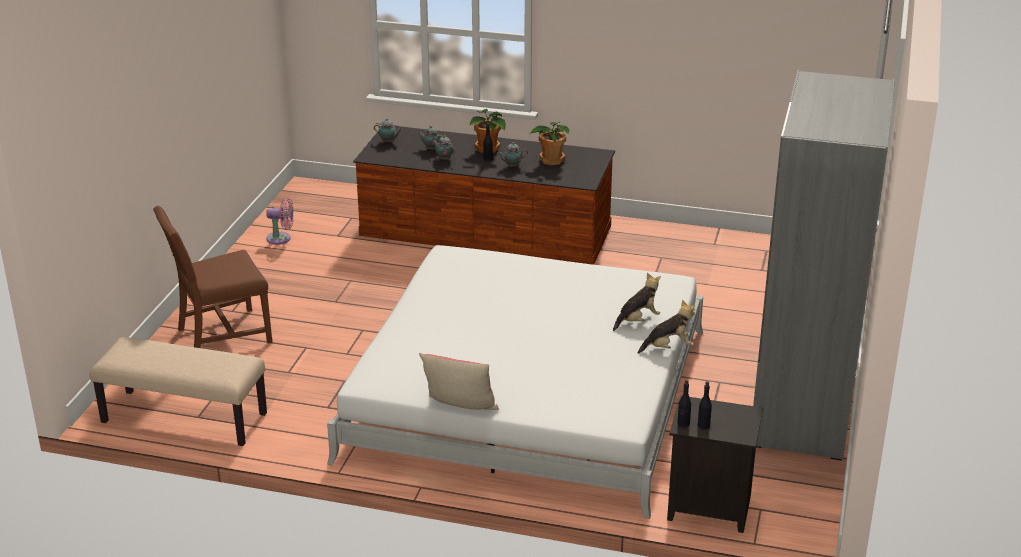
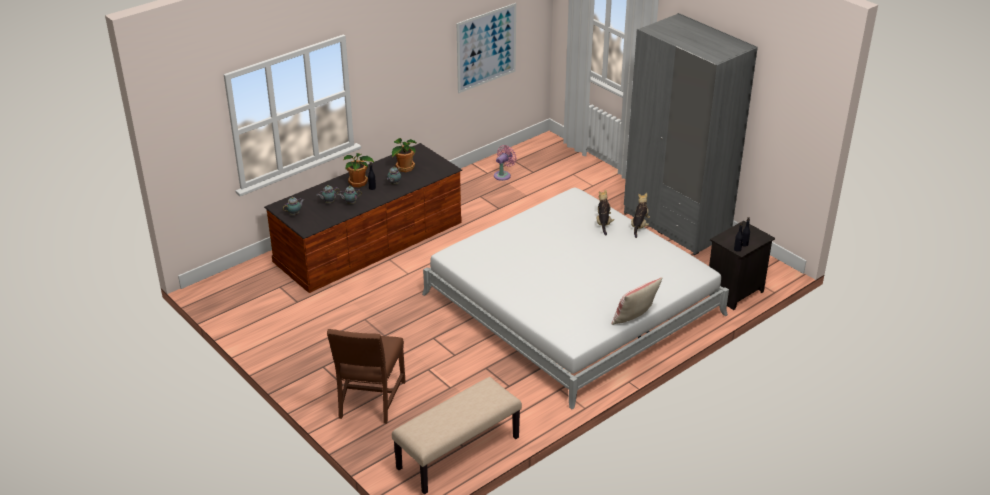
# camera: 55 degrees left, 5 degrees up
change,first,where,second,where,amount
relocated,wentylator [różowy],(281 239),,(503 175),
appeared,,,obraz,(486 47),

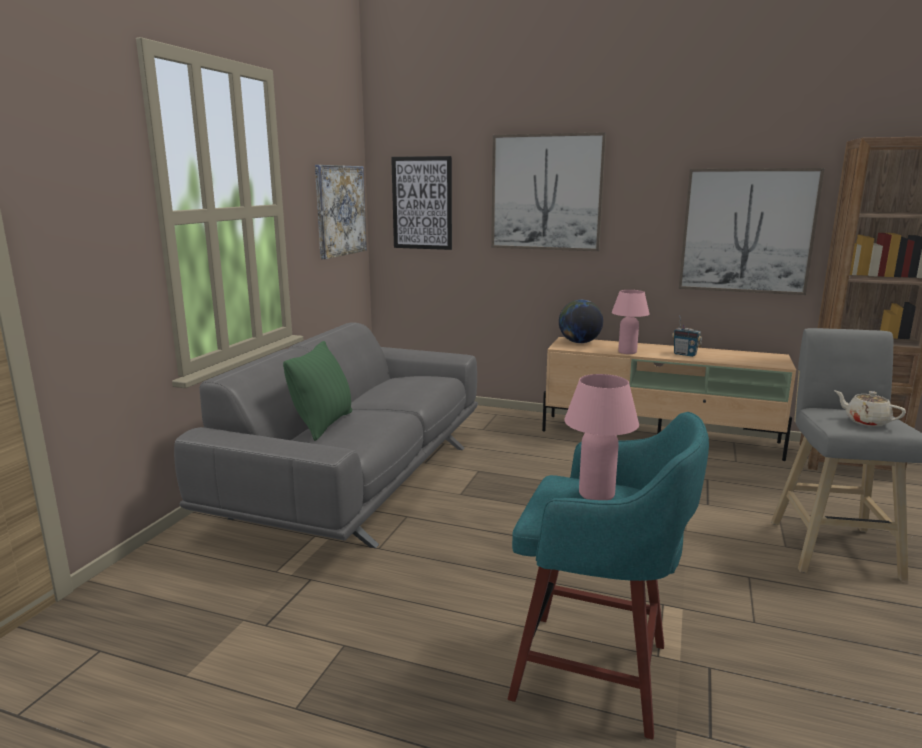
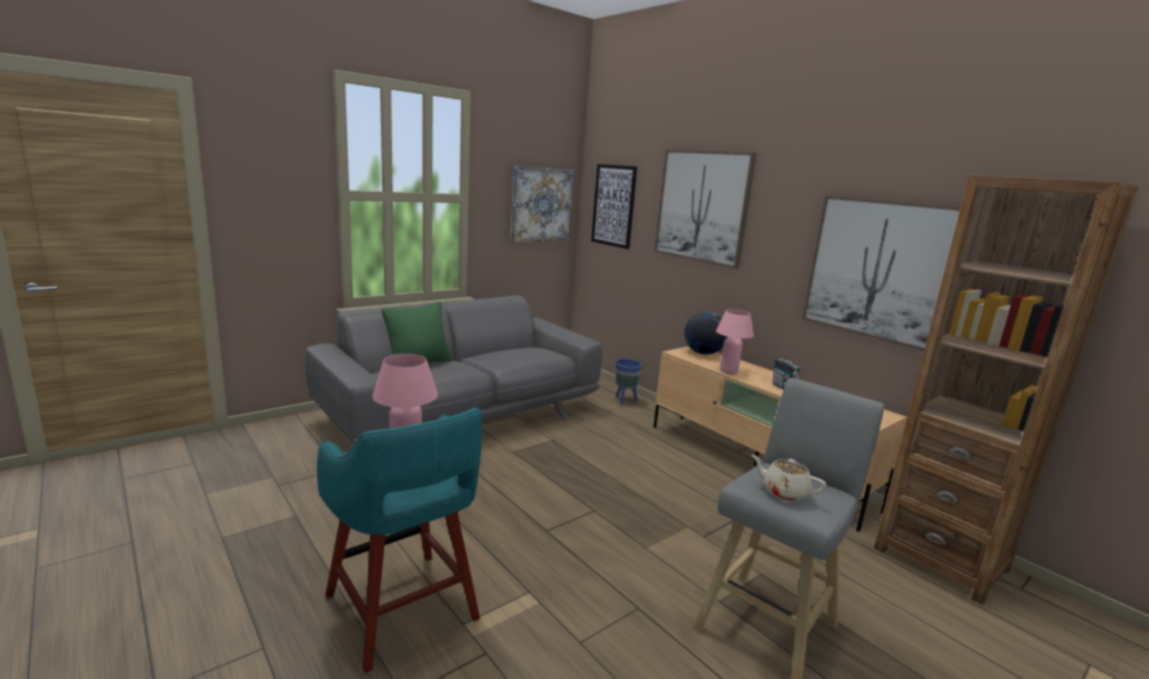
# camera: 30 degrees right, 0 degrees up
change,first,where,second,where,amount
spun,imbryk [beżowy],(866 421),,(784 492),45 degrees counterclockwise
appeared,,,donica [niebieski],(624 401),

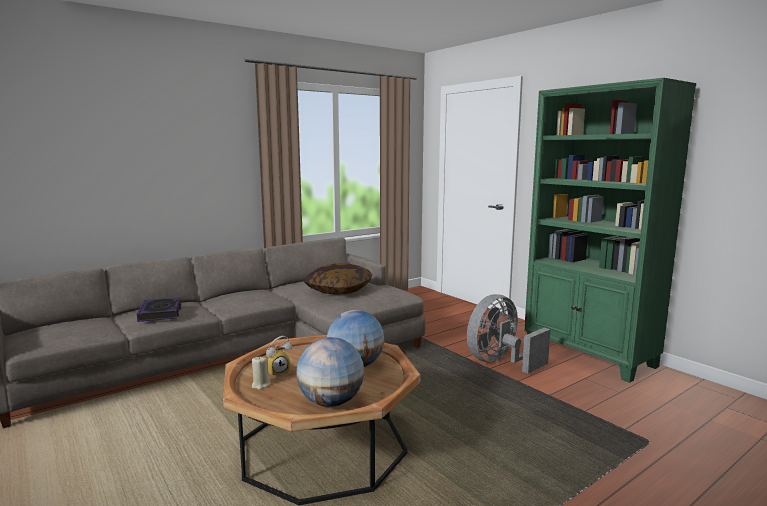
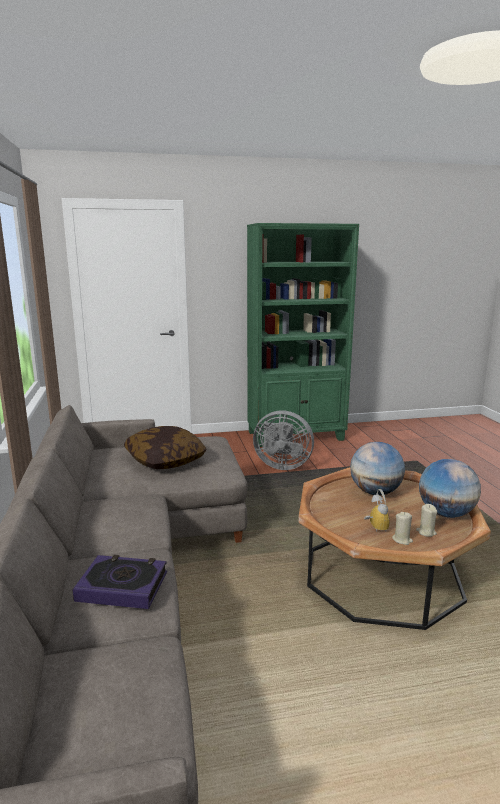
# camera: 65 degrees left, 5 degrees up
change,first,where,second,where,amount
spun,wentylator [szary],(500 362),,(281 465),60 degrees counterclockwise
appeared,,,świeca [beżowy],(426 532),

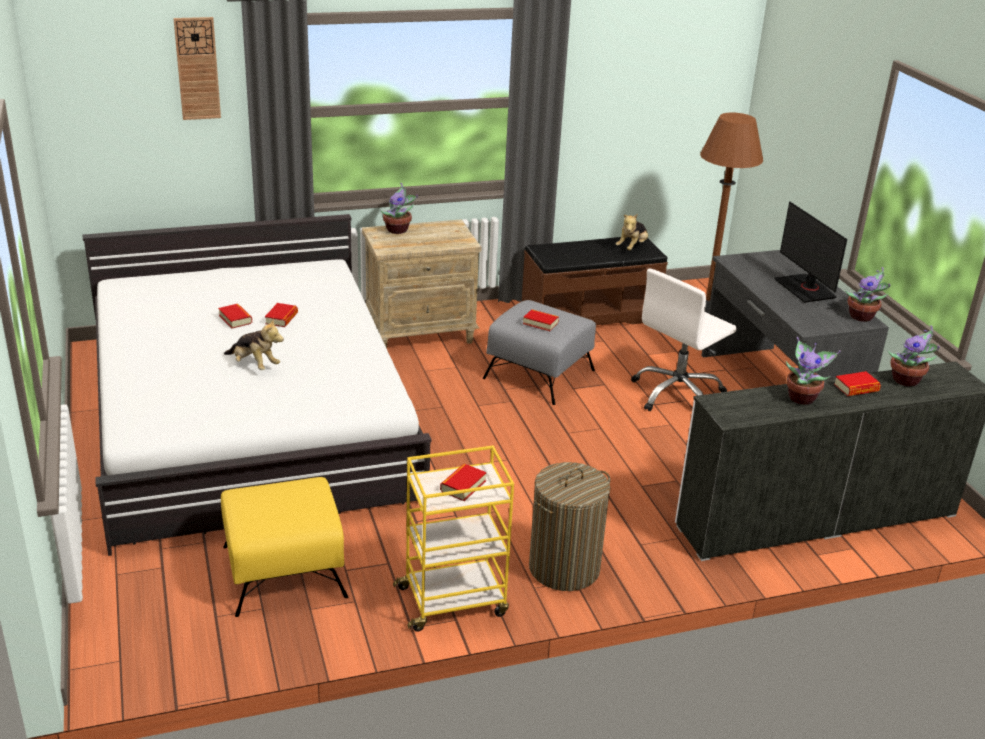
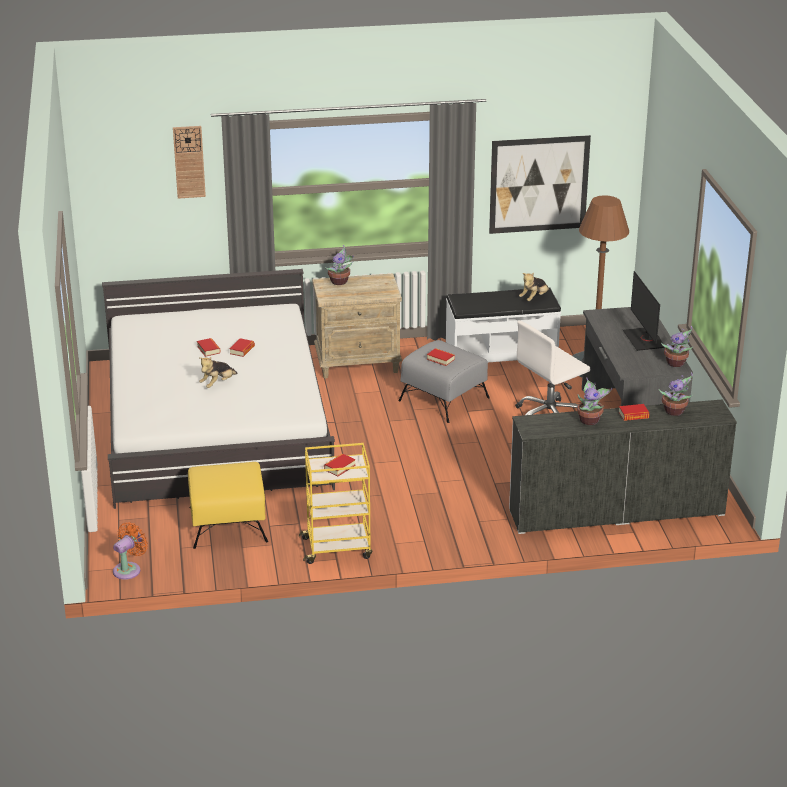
# camera: 10 degrees right, 0 degrees up
change,first,where,second,where,amount
spun,pluszak,(254 365),,(218 384),90 degrees clockwise
colour,ławka [brązowy],(589 314),ławka [biały],(501 352),
missing,kosz na pranie,(564 568),,,
appeared,,,wentylator [pomarańczowy],(129 569),
appeared,,,obraz,(539 184),

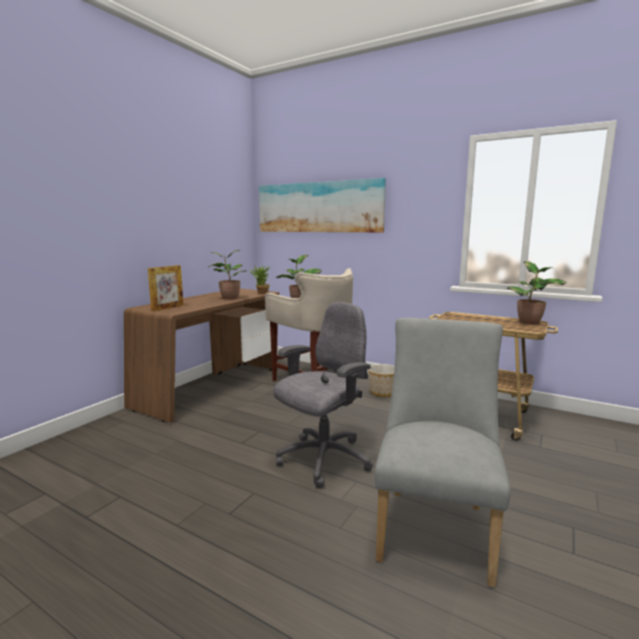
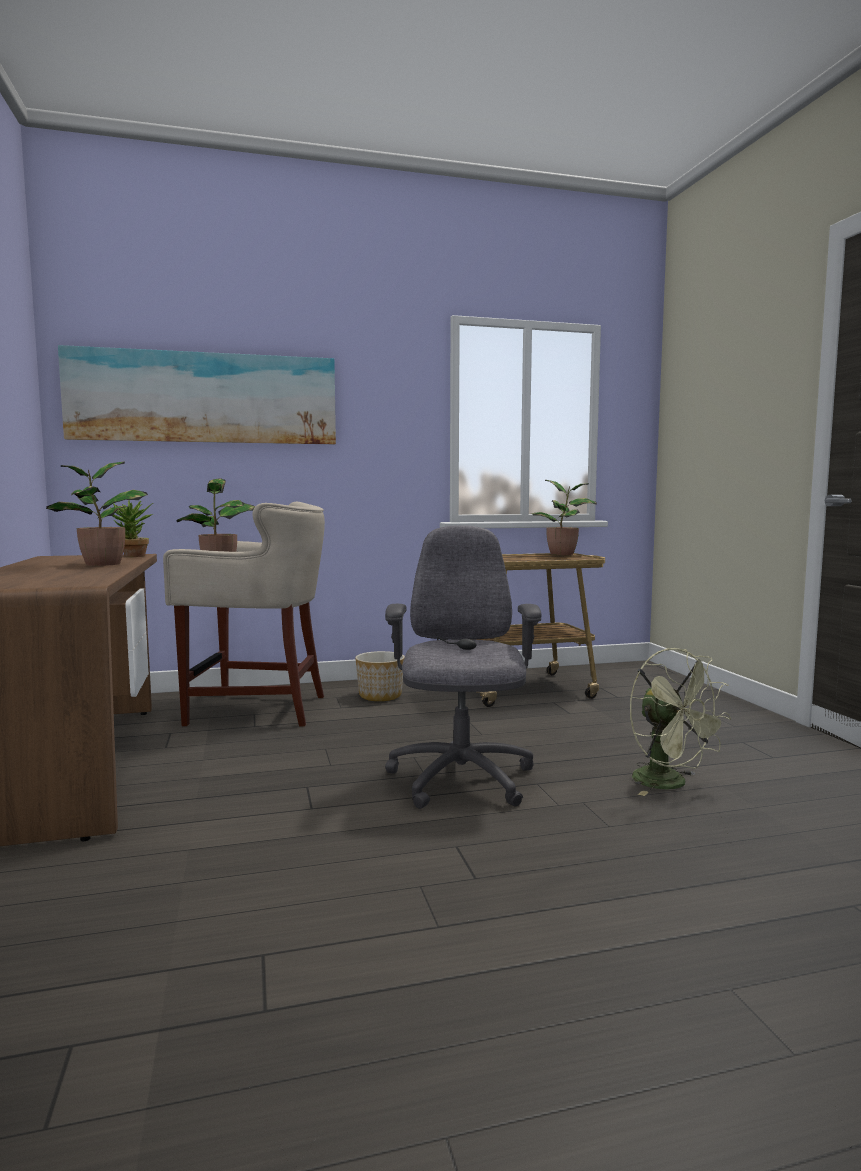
# camera: 45 degrees left, 5 degrees down
change,first,where,second,where,amount
missing,ramka na zdjęcie,(168 308),,,
exchanged,krzesło [szary],(435 525),wentylator [zielony],(670 784),

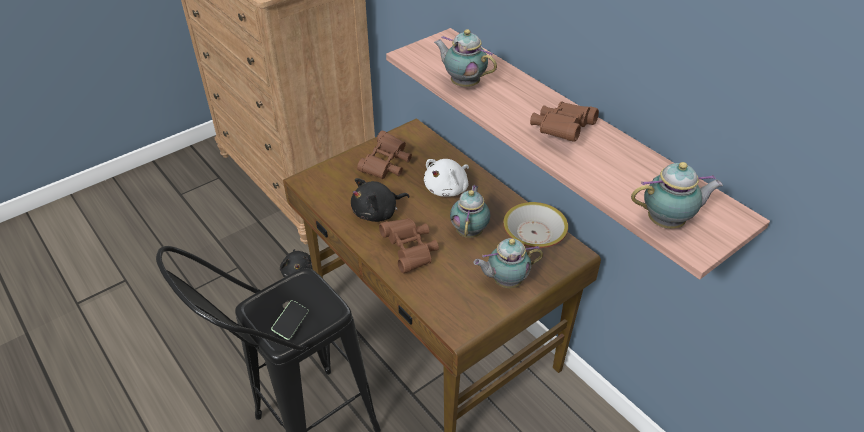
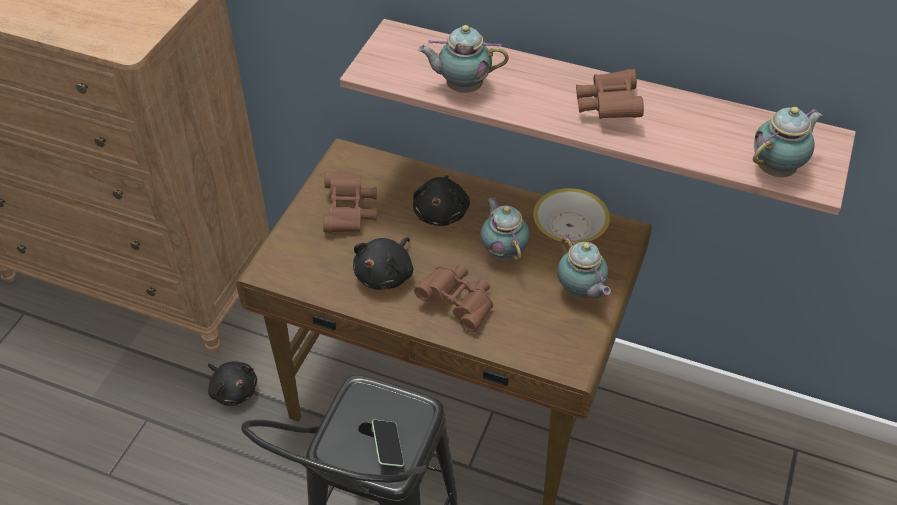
# camera: 30 degrees left, 5 degrees up
change,first,where,second,where,amount
colour,pluszak [biały],(447 188),pluszak [czarny],(441 212),
spun,imbryk,(505 281),,(580 293),75 degrees counterclockwise

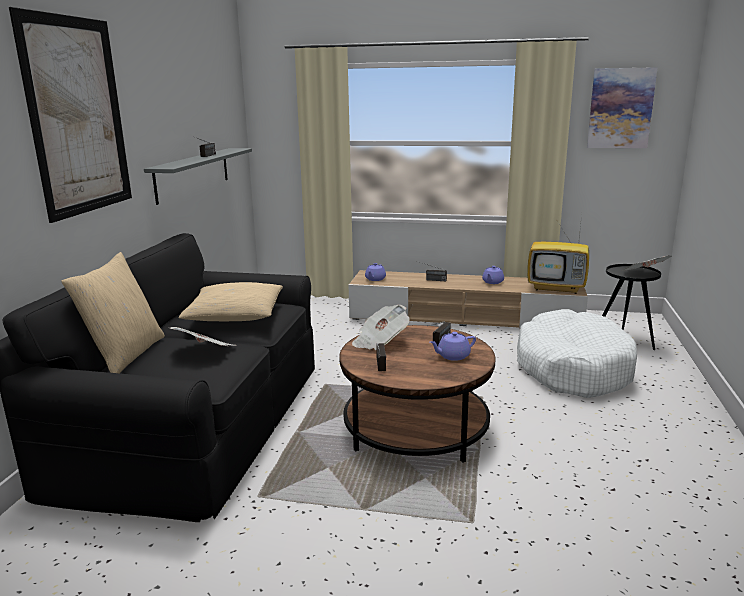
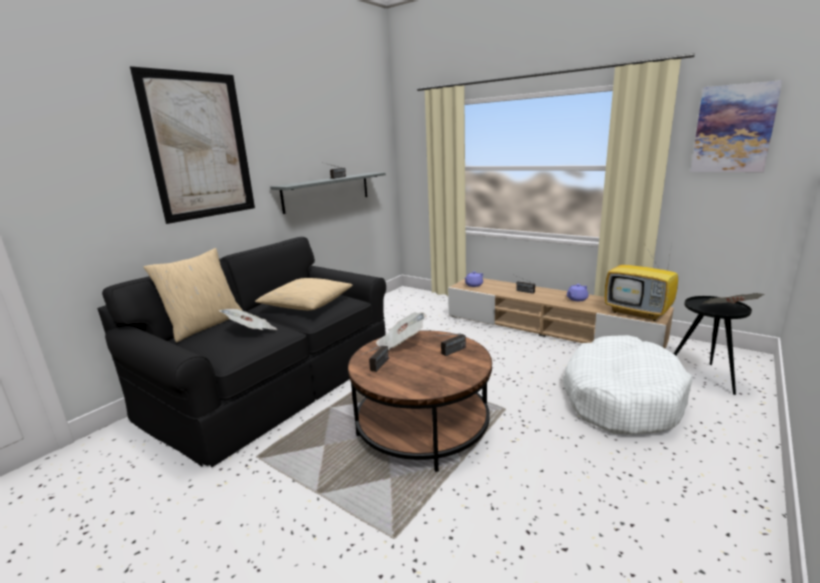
# camera: 25 degrees right, 0 degrees up
change,first,where,second,where,amount
missing,imbryk [fioletowy],(452 356),,,

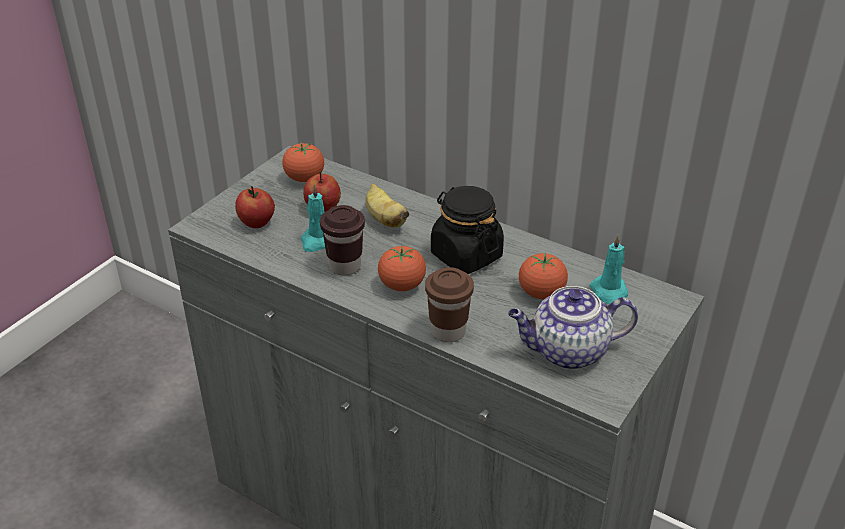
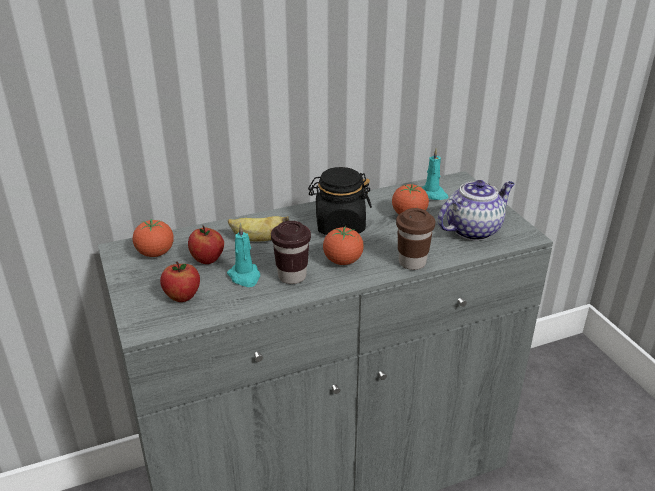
# camera: 55 degrees left, 5 degrees down
change,first,where,second,where,amount
spun,imbryk,(567 352),,(473 229),150 degrees counterclockwise

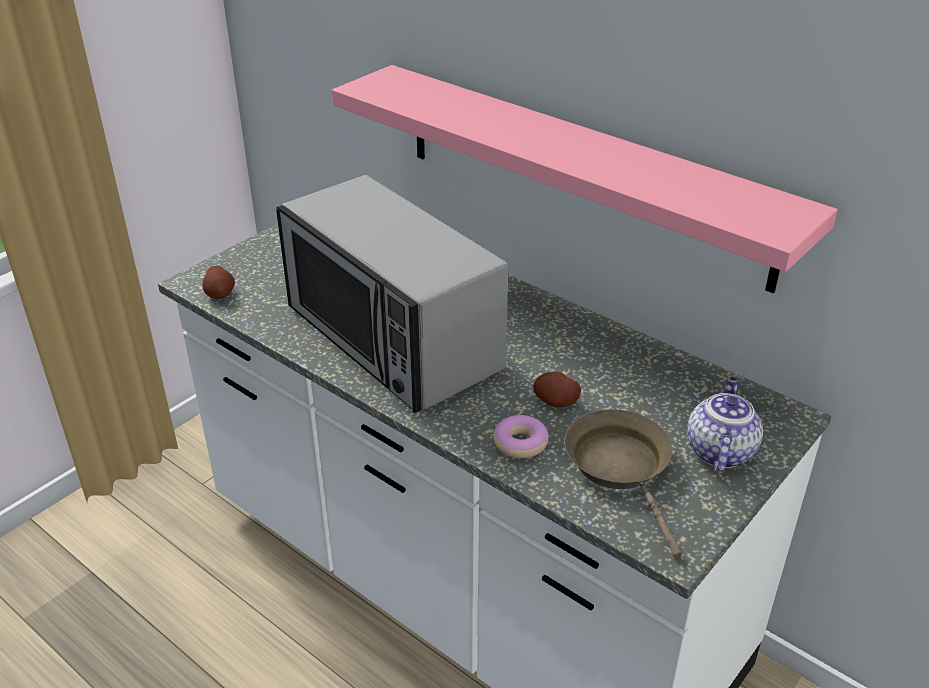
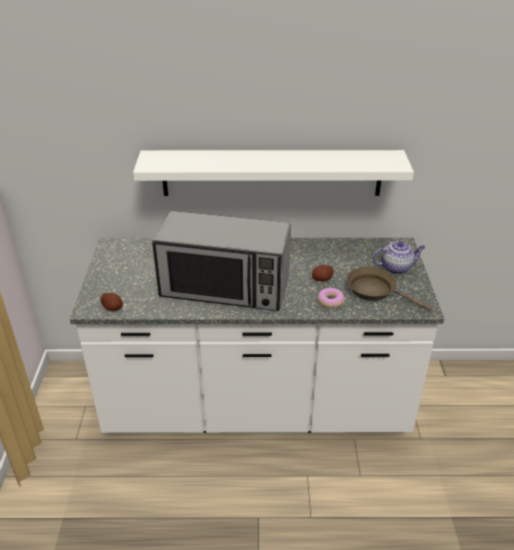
# camera: 40 degrees left, 0 degrees up
change,first,where,second,where,amount
colour,półka [różowy],(580 172),półka [biały],(272 173),
spun,imbryk,(719 450),,(396 267),105 degrees clockwise

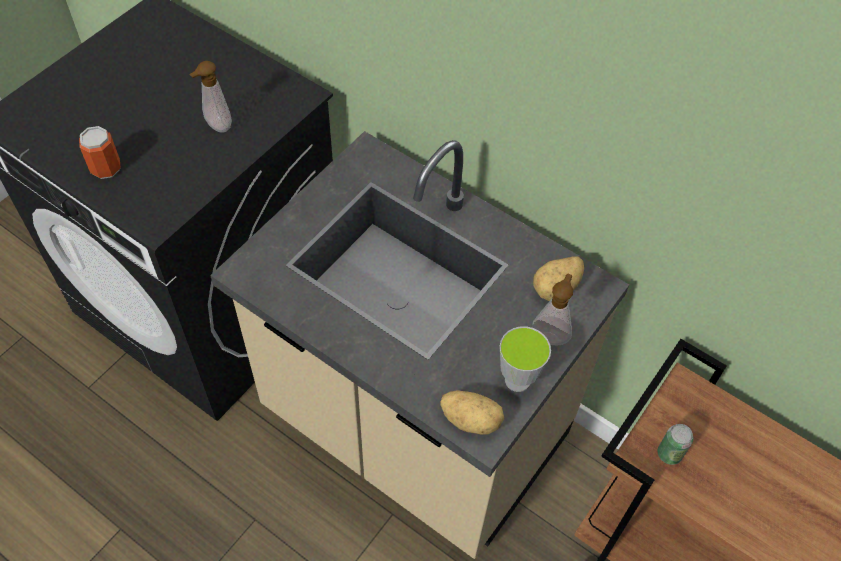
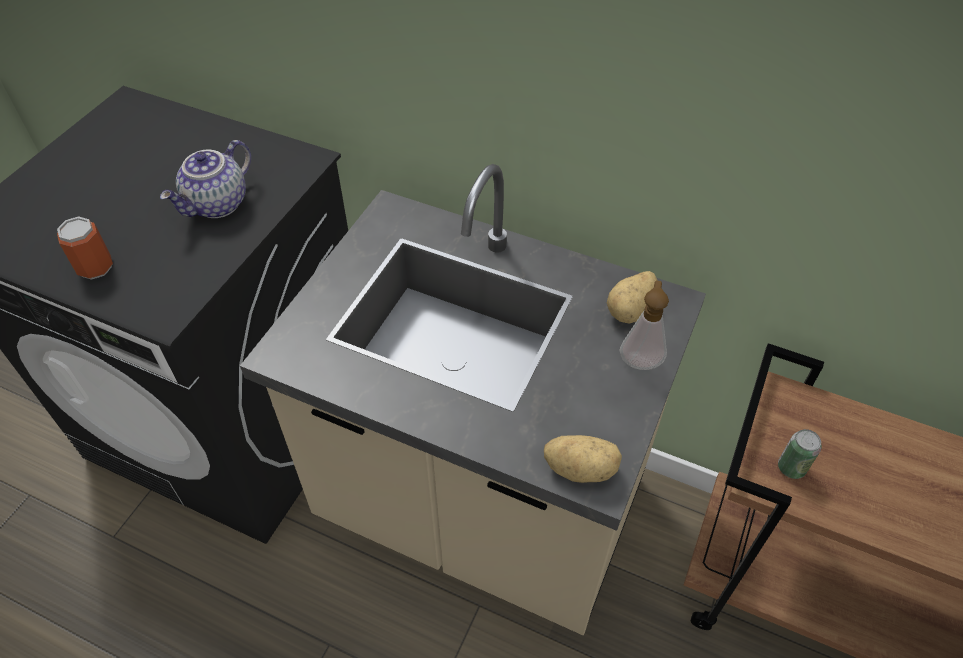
# camera: 10 degrees left, 5 degrees down
change,first,where,second,where,amount
exchanged,dozownik mydła,(217 127),imbryk,(218 205),
missing,filiżanka,(517 380),,,

